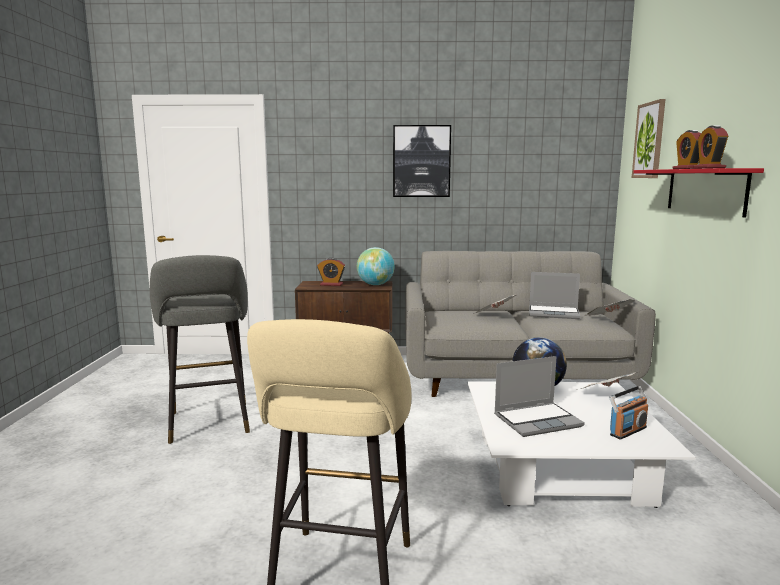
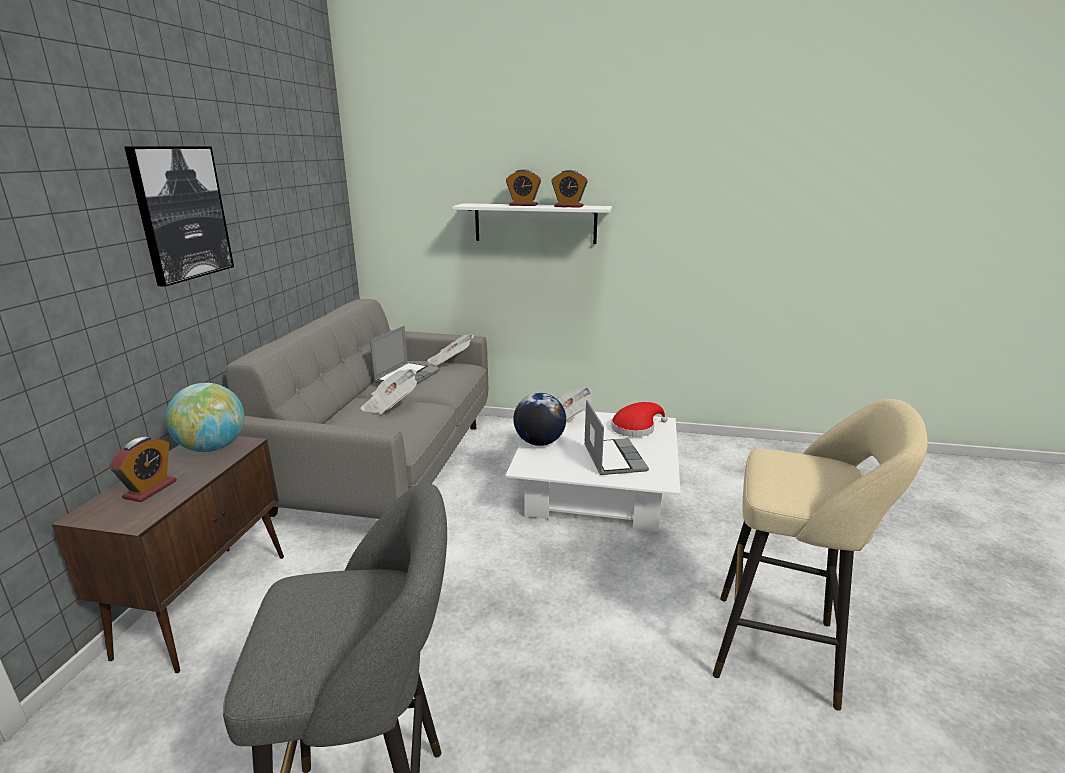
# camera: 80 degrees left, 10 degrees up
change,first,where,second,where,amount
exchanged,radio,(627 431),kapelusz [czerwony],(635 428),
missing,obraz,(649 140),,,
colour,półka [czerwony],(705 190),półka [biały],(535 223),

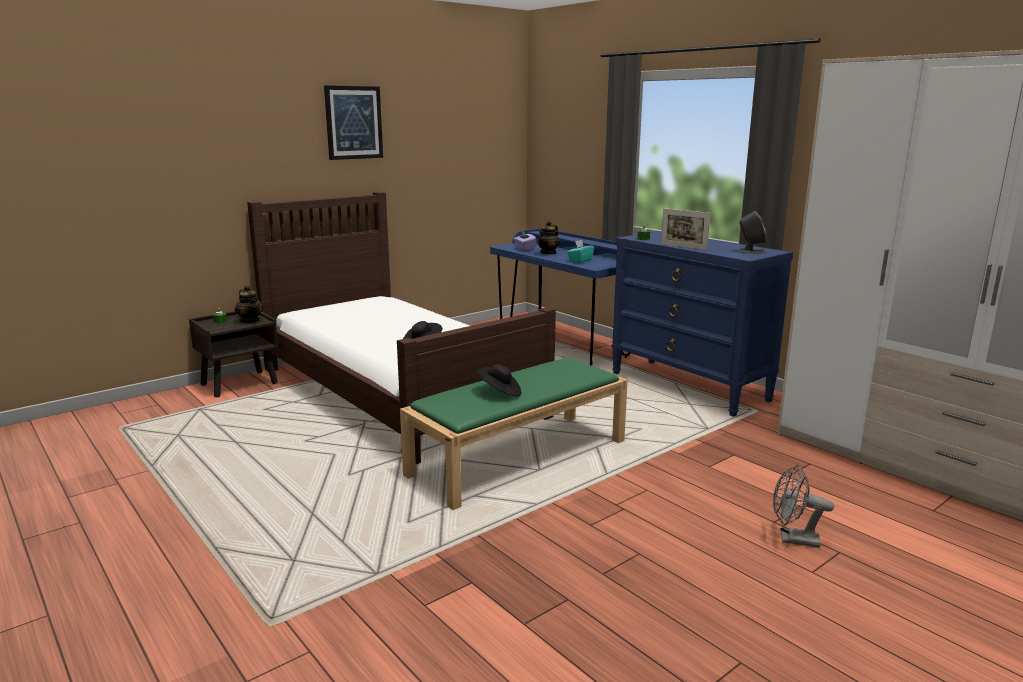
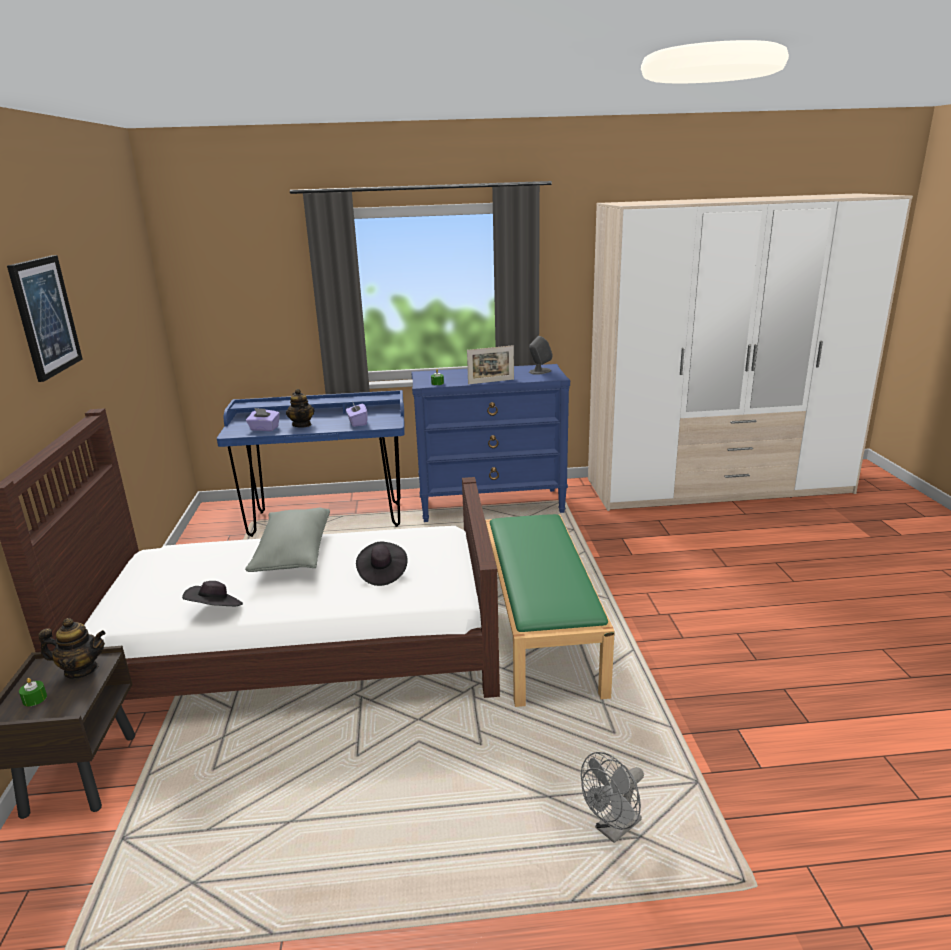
# camera: 55 degrees left, 5 degrees up
change,first,where,second,where,amount
relocated,kapelusz [czarny],(499 392),,(215 610),
colour,pudełko chusteczek [turkusowy],(580 260),pudełko chusteczek [fioletowy],(357 423),
relocated,wentylator [szary],(793 539),,(613 829),
appeared,,,poduszka [szary],(293 554),

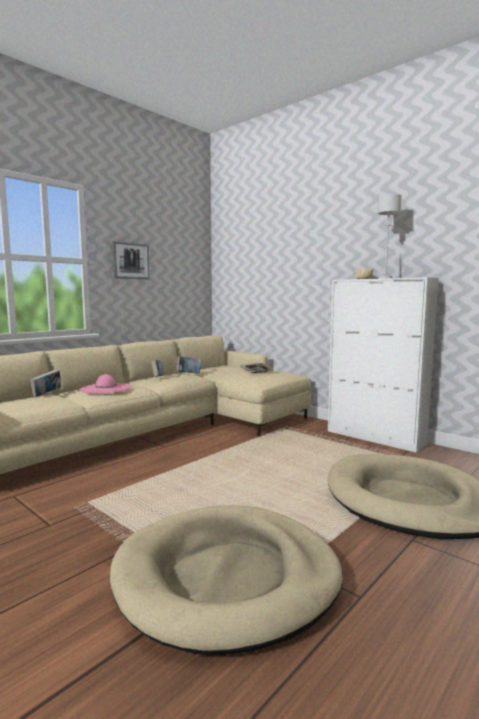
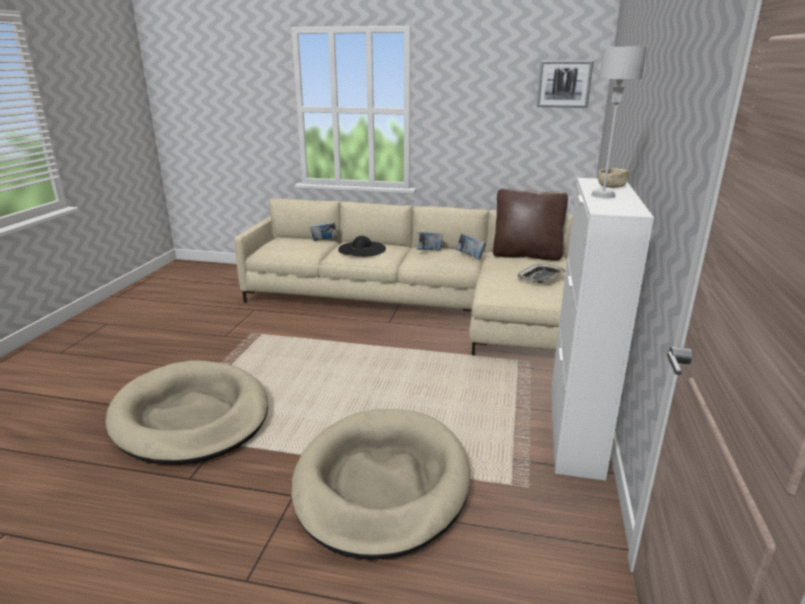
# camera: 60 degrees right, 15 degrees up
change,first,where,second,where,amount
colour,kapelusz [różowy],(105 388),kapelusz [czarny],(362 249),
relocated,obraz,(130 261),,(564 84),
appeared,,,poduszka [brązowy],(526 255),

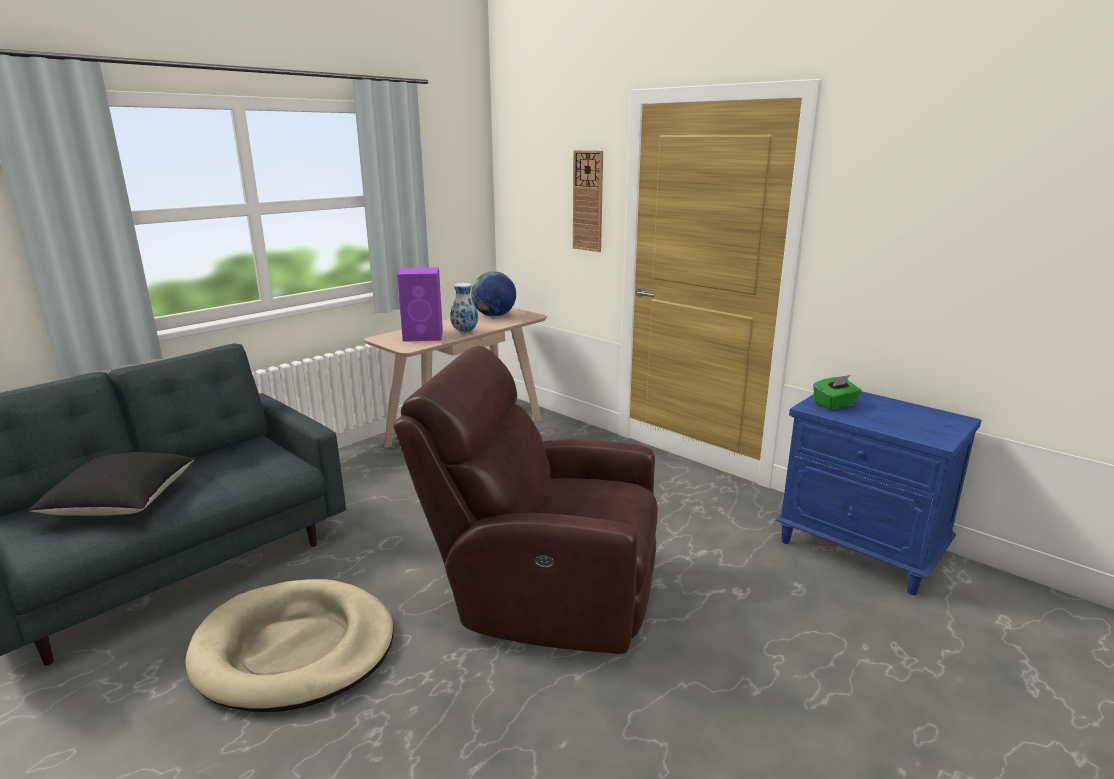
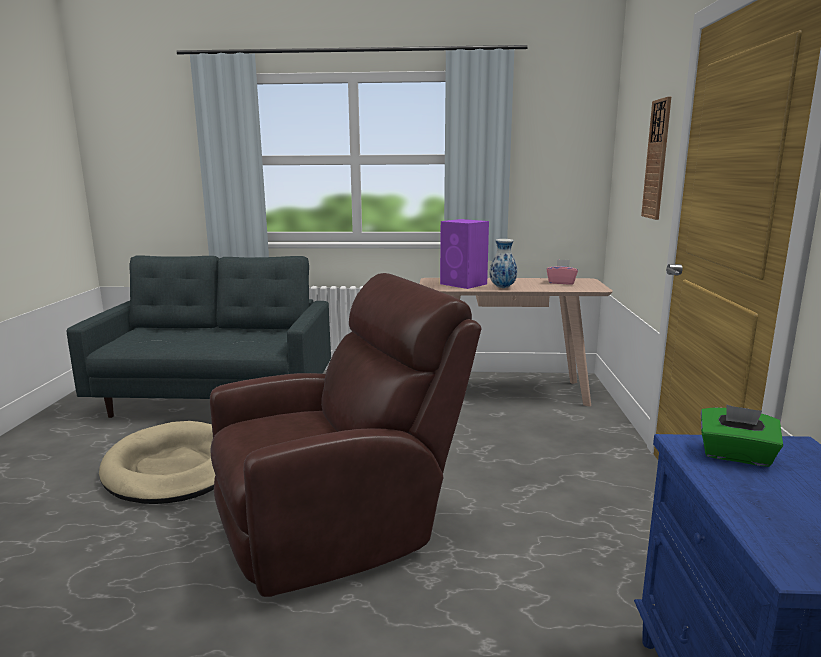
# camera: 50 degrees right, 5 degrees down
change,first,where,second,where,amount
missing,poduszka [czarny],(123 503),,,
spun,fotel [brązowy],(543 591),,(339 525),90 degrees clockwise
exchanged,globus,(494 316),pudełko chusteczek [różowy],(561 282),

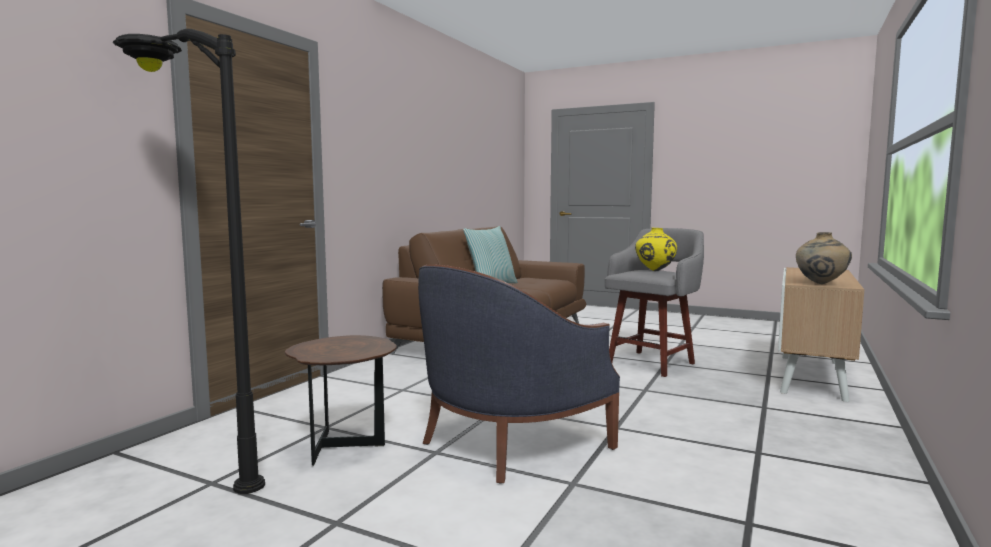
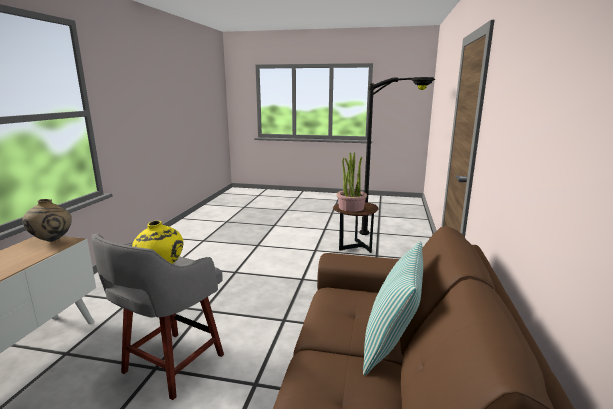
# camera: 165 degrees right, 10 degrees up
change,first,where,second,where,amount
missing,fotel [niebieski],(509 442),,,
appeared,,,roślina doniczkowa,(351 208),

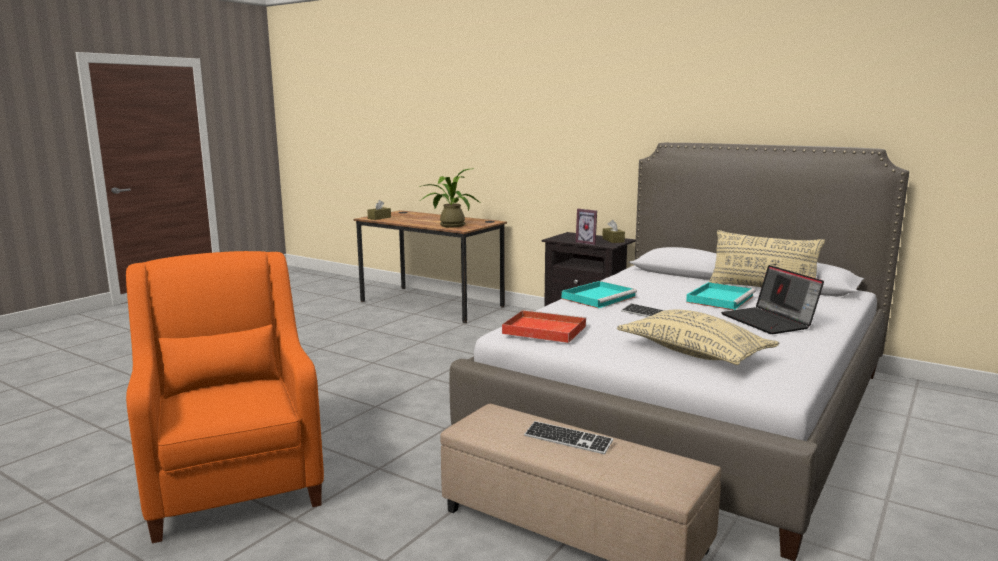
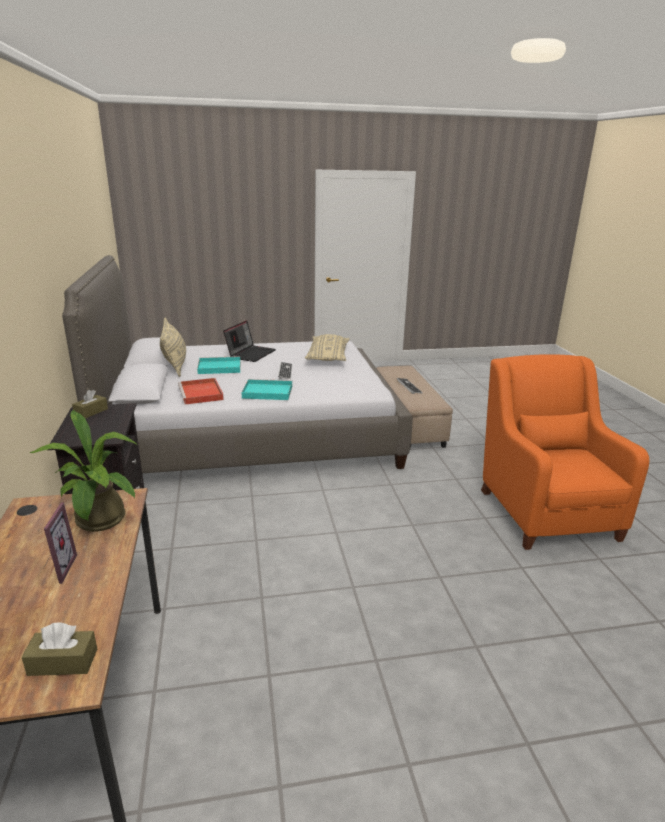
# camera: 135 degrees left, 10 degrees up
change,first,where,second,where,amount
spun,fotel [pomarańczowy],(234 479),,(544 510),150 degrees clockwise
relocated,taca [czerwony],(542 330),,(201 394),
relocated,ramka na zdjęcie,(588 242),,(56 569),

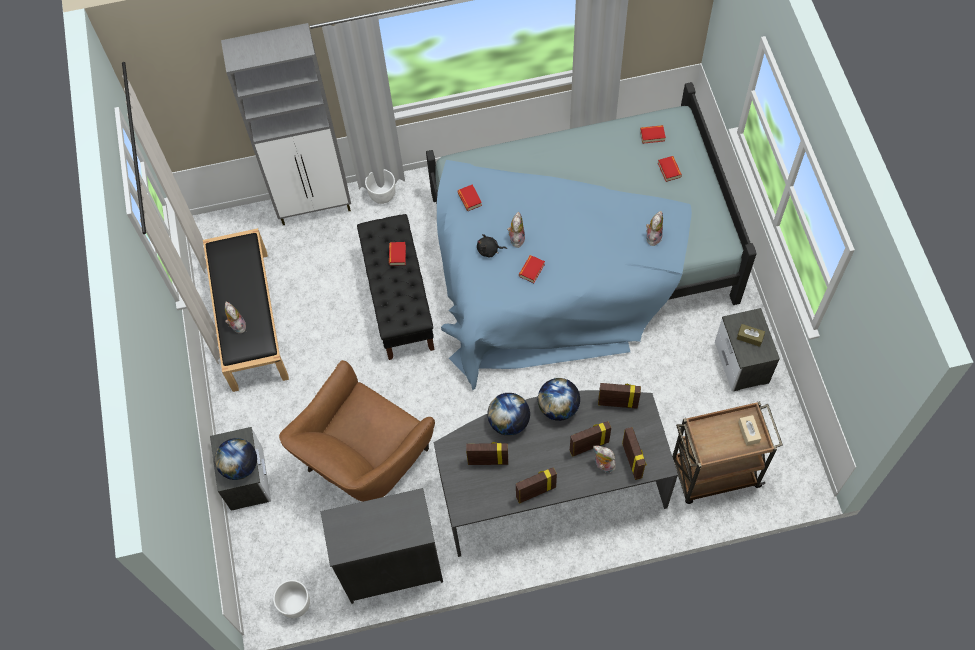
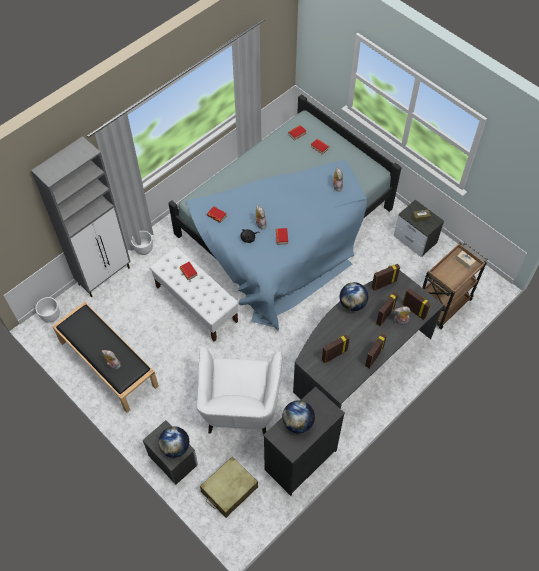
# camera: 35 degrees left, 5 degrees down
change,first,where,second,where,amount
relocated,donica [biały],(295 604),,(51 316),
colour,fotel [brązowy],(365 459),fotel [biały],(239 406),
colour,ławka [czarny],(399 300),ławka [biały],(196 304),
relocated,globus,(509 422),,(298 423),
appeared,,,walizka [beżowy],(229 490),

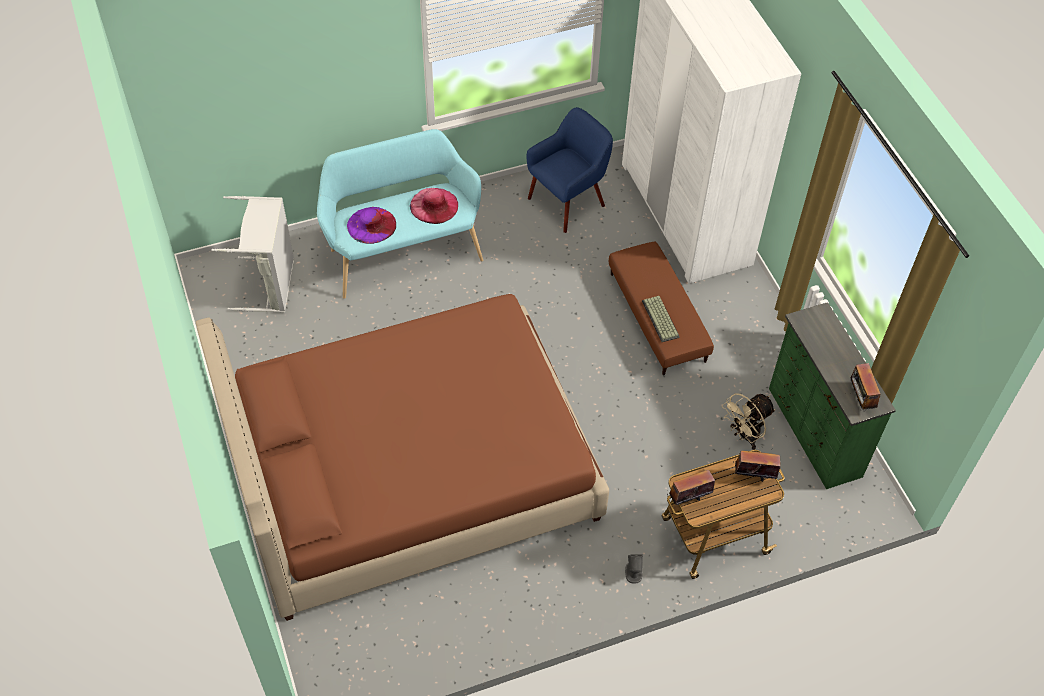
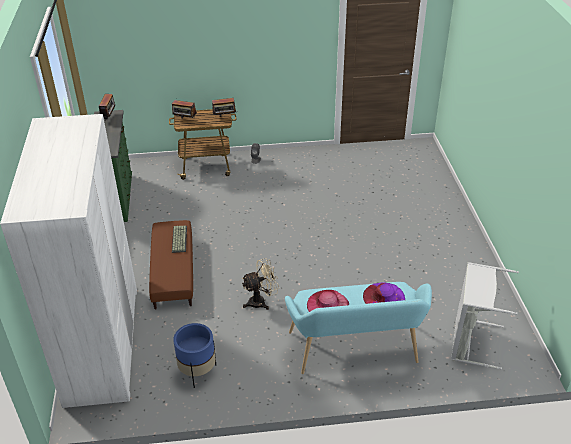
# camera: 165 degrees left, 15 degrees down
change,first,where,second,where,amount
missing,łóżko [brązowy],(411 473),,,
exchanged,fotel [niebieski],(567 202),donica [niebieski],(197 371),
relocated,wentylator [beżowy],(744 436),,(261 301),

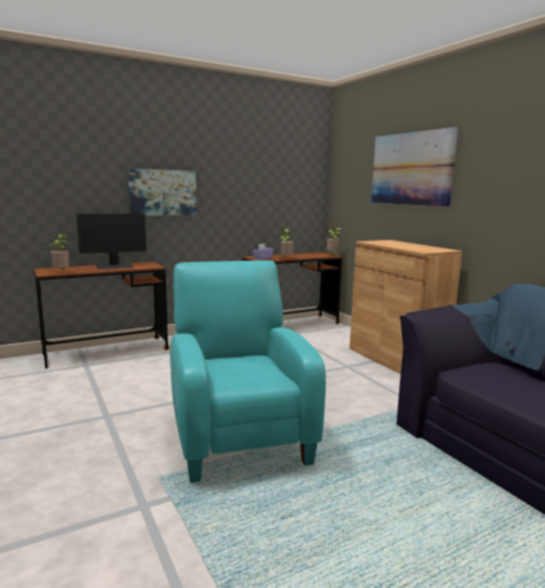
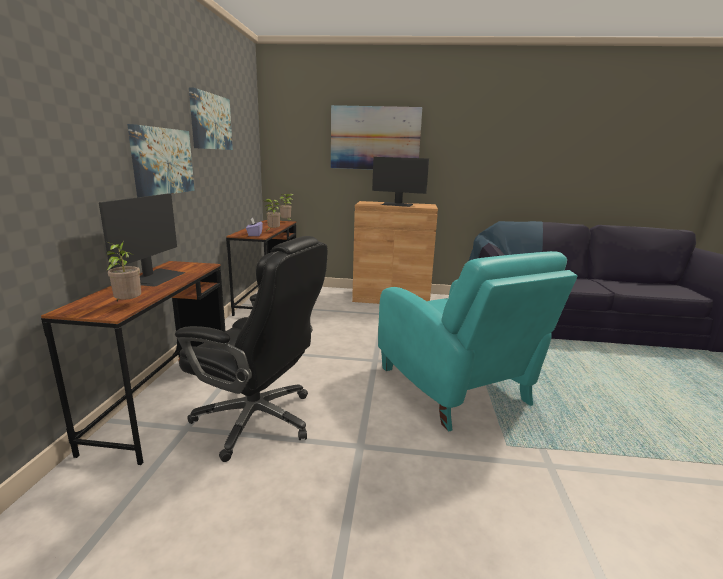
# camera: 55 degrees left, 5 degrees up
change,first,where,second,where,amount
spun,fotel [turkusowy],(238 432),,(455 388),135 degrees counterclockwise
appeared,,,krzesło biurowe [czarny],(258 420),
appeared,,,obraz,(210 122),
appeared,,,monitor,(397 204),

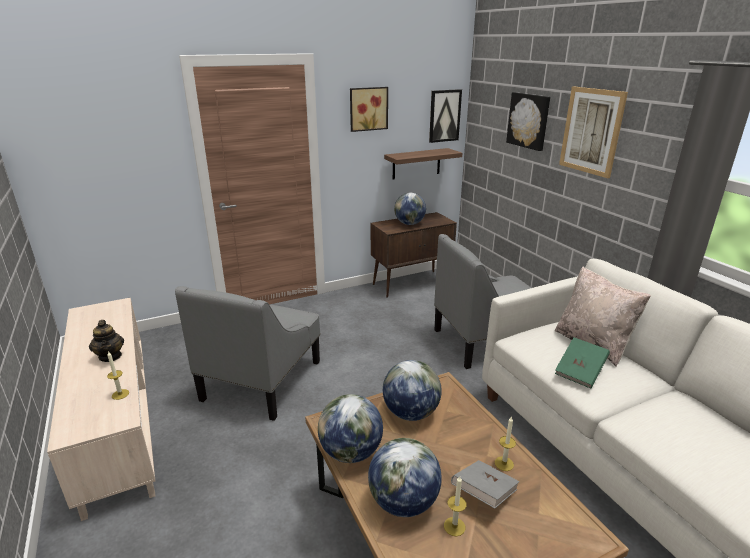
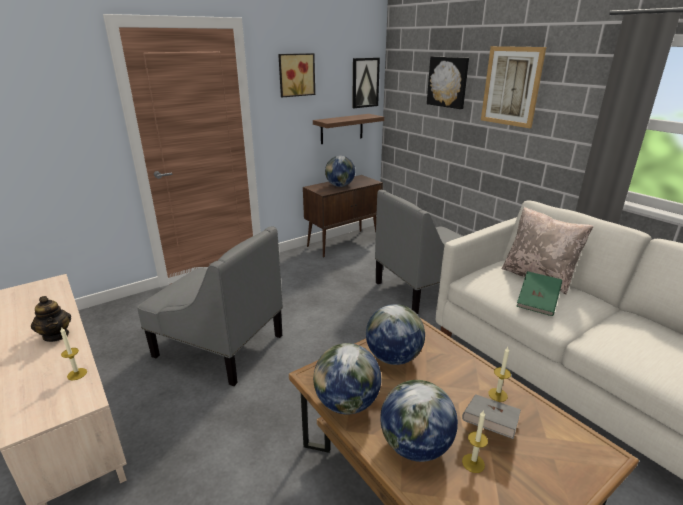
# camera: 10 degrees left, 0 degrees up
change,first,where,second,where,amount
spun,fotel [szary],(262 380),,(219 345),75 degrees counterclockwise

